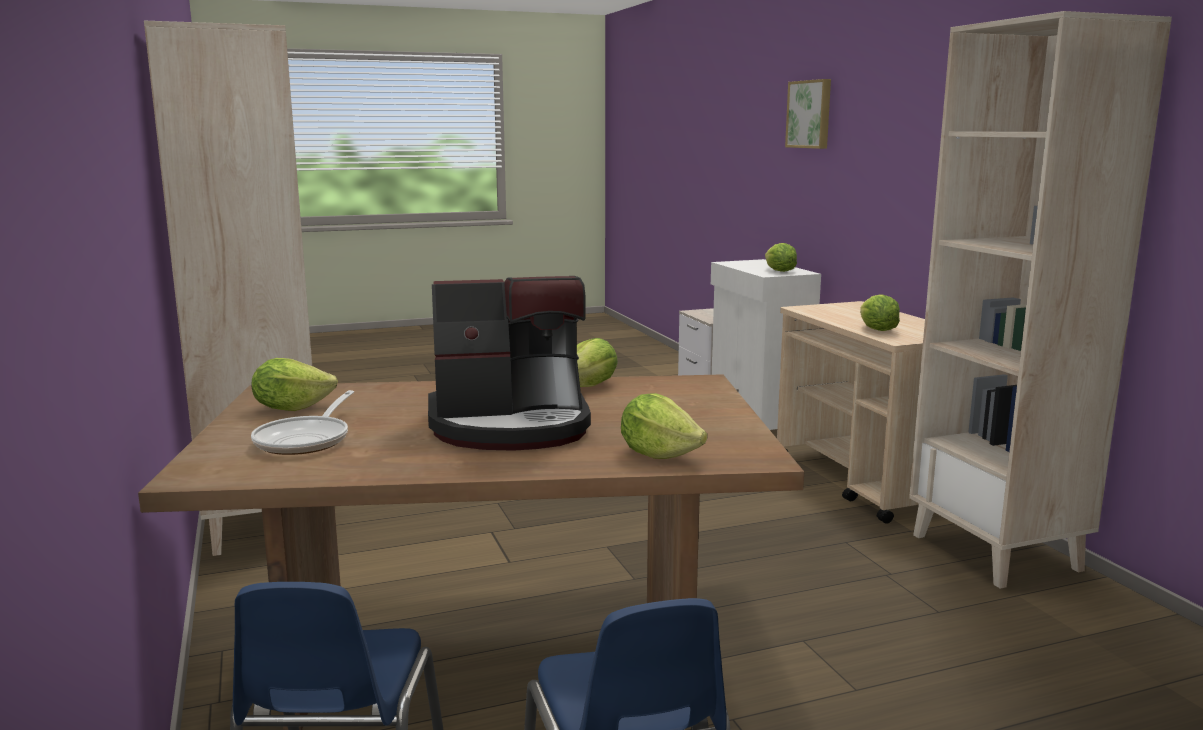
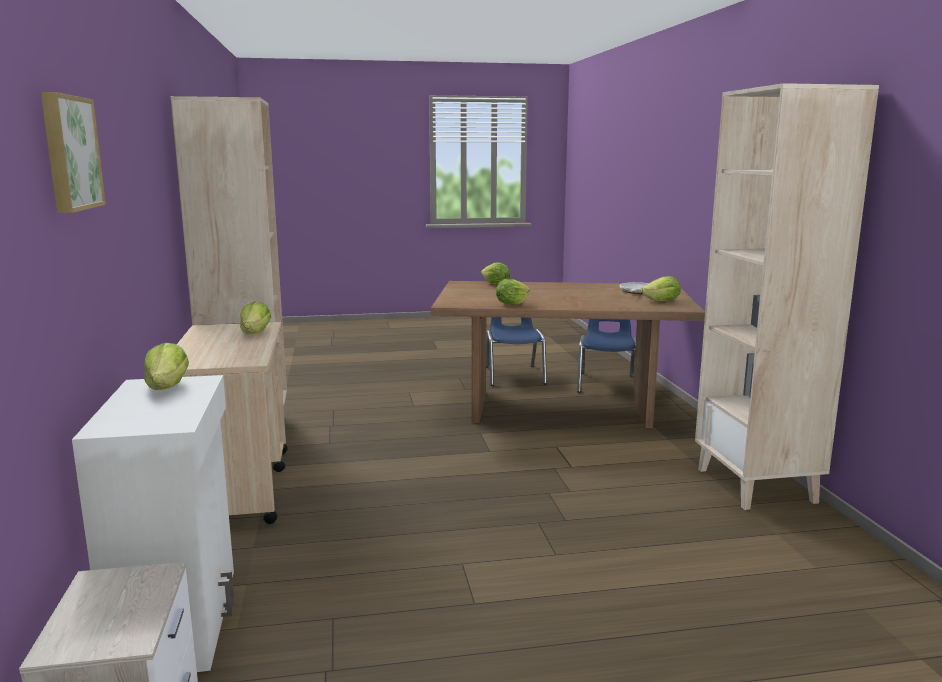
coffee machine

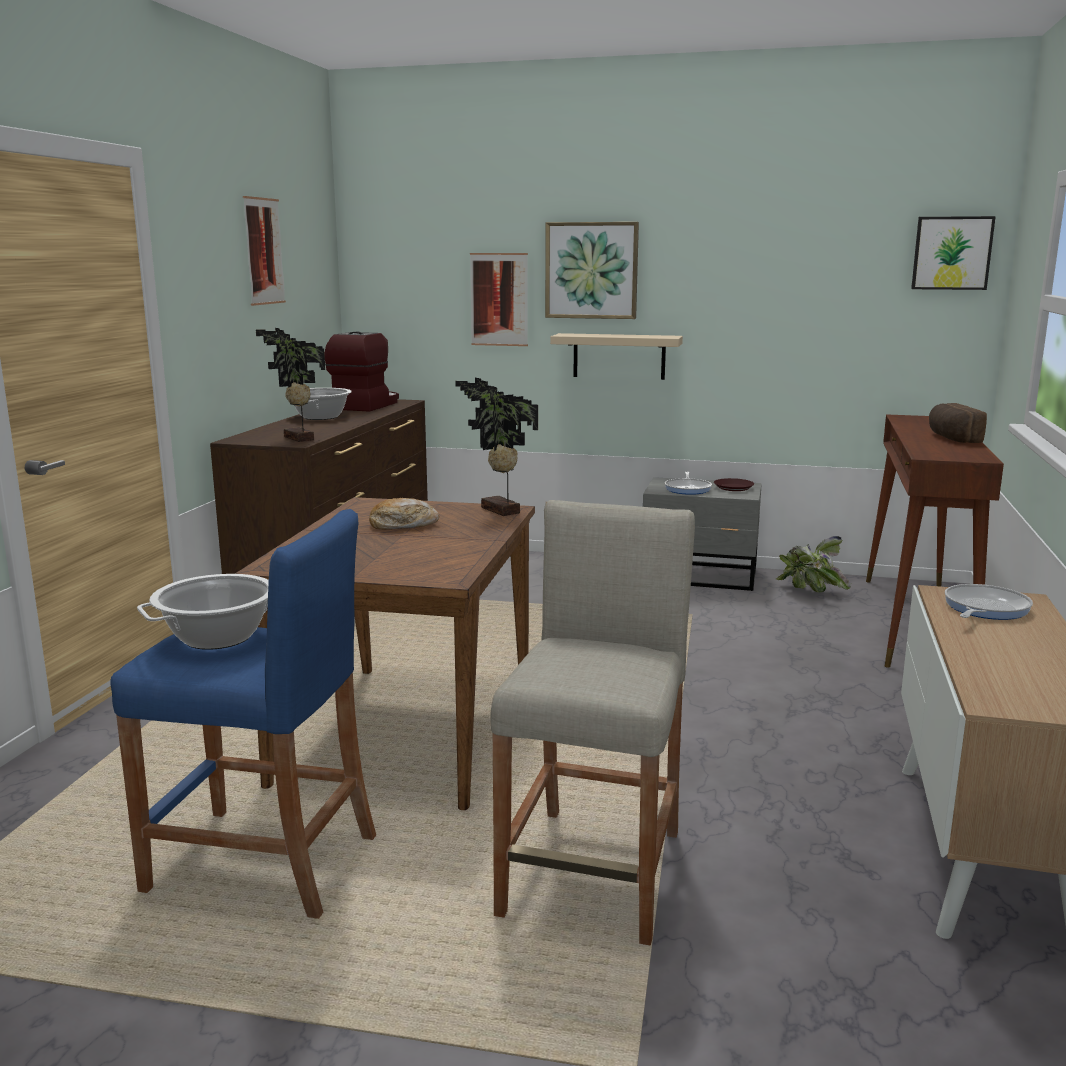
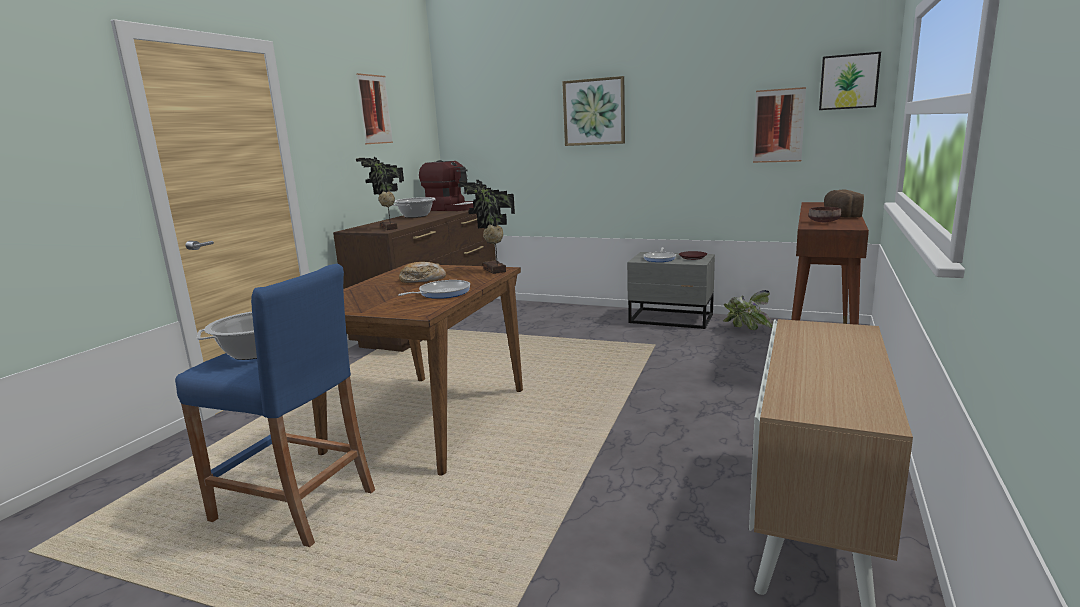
coffee machine; picture (3rd from left); stool/beige; bracket shelf/beige; skillet (1st from left); bowl/brown

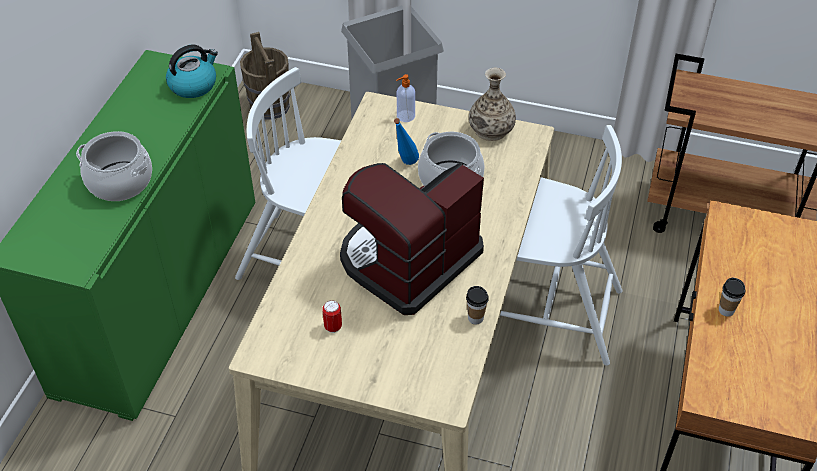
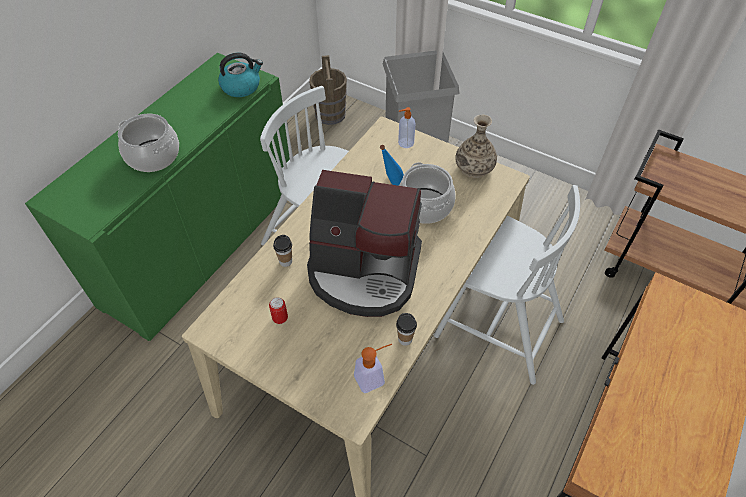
coffee machine; small cup (1st from left); soap dispenser (1st from left)

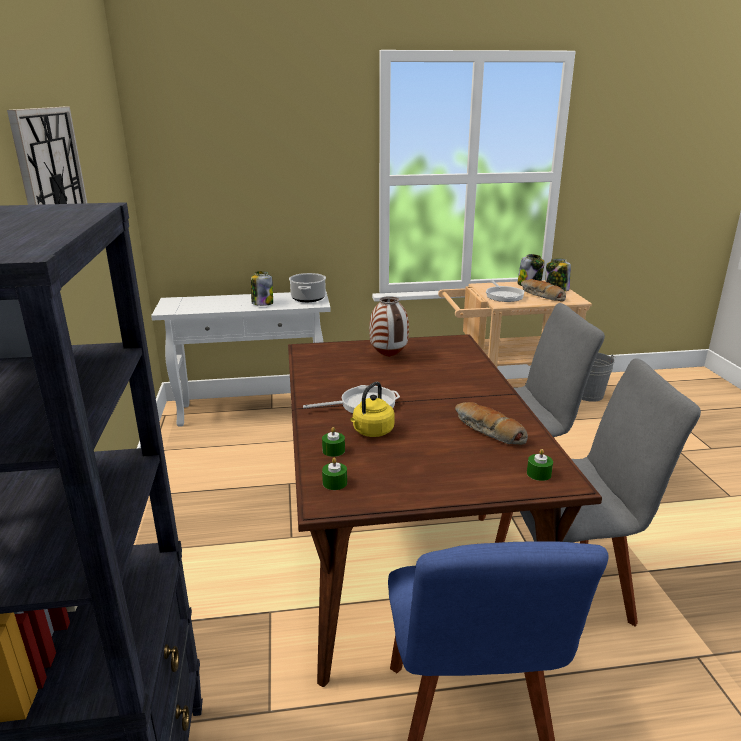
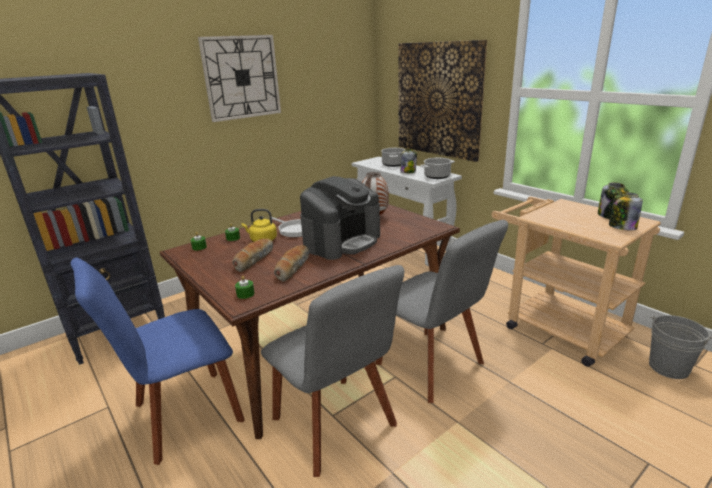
skillet (2nd from left in the first image); bread (1st from left); coffee machine; stockpot (1st from left); picture

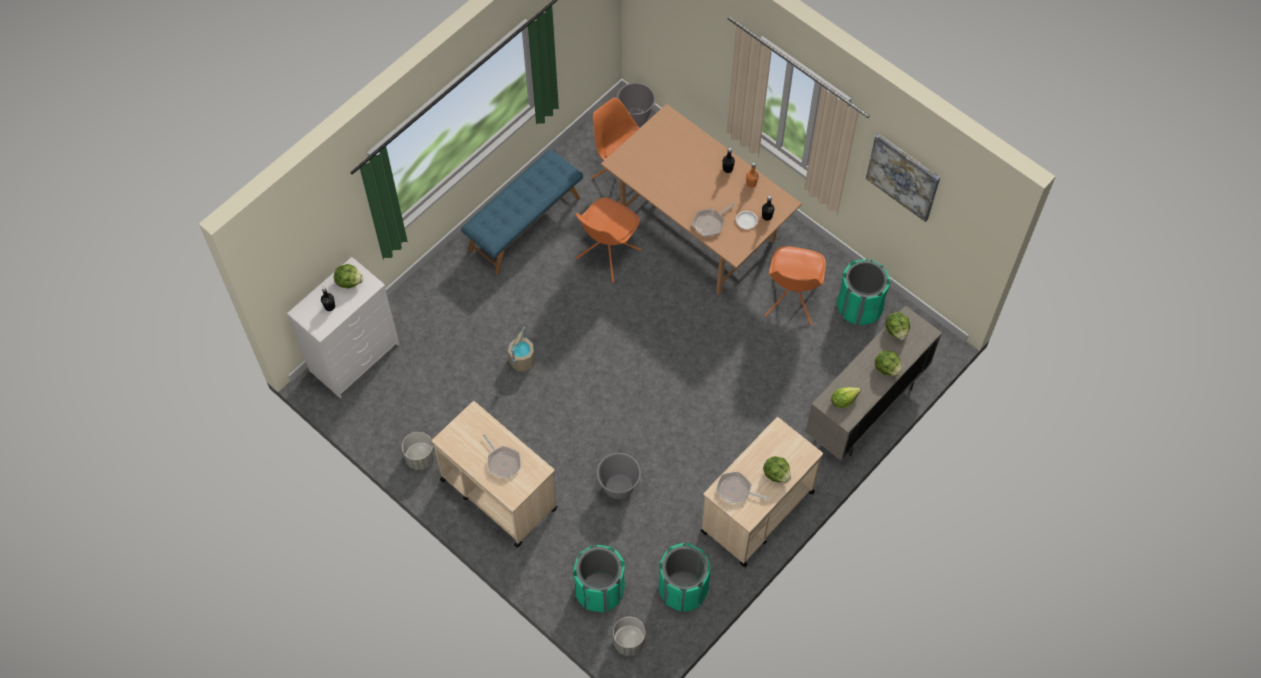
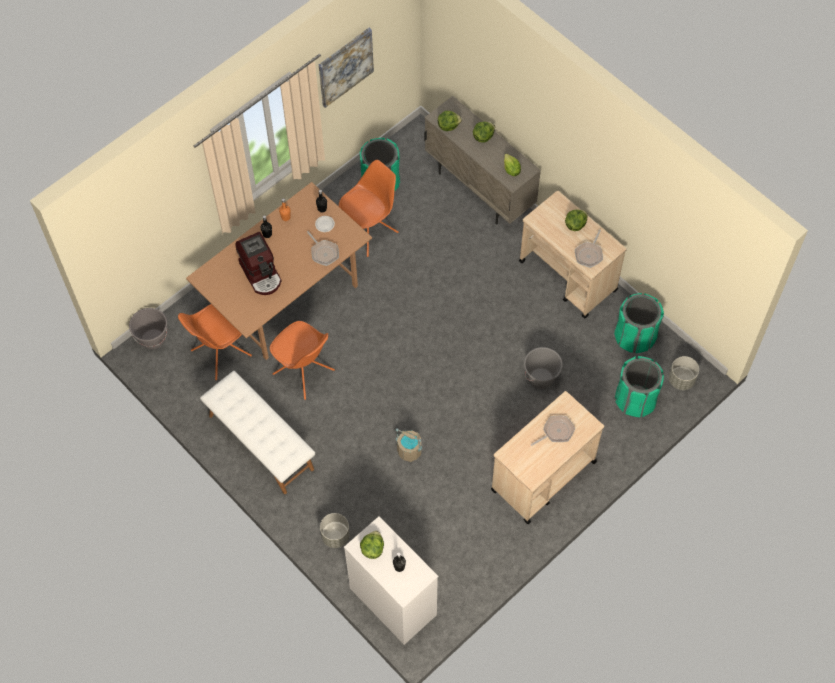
flower pot/greyish (1st from left); bench/white-coloured; plain chair/orangey (3rd from left); coffee machine

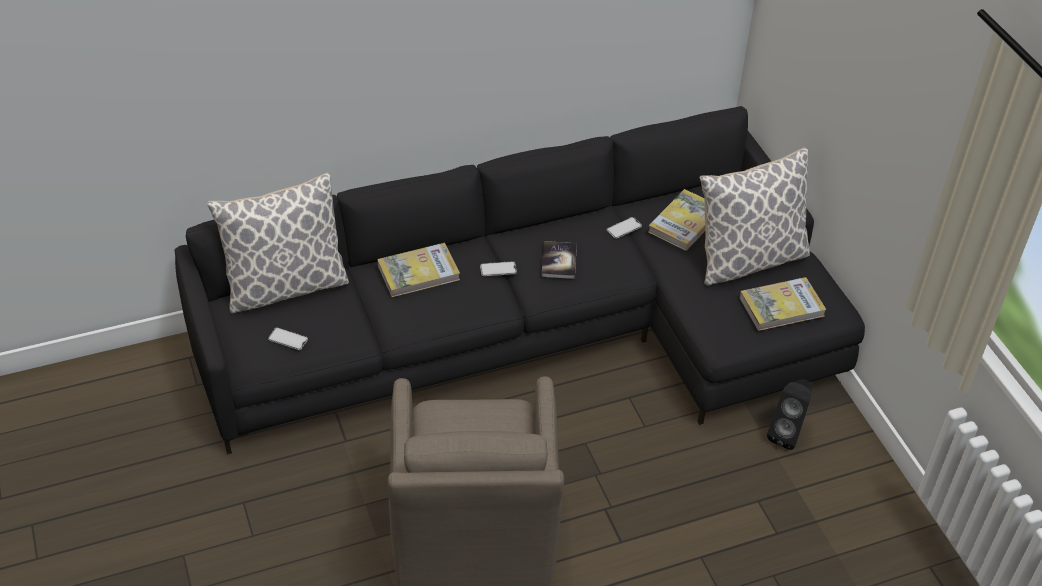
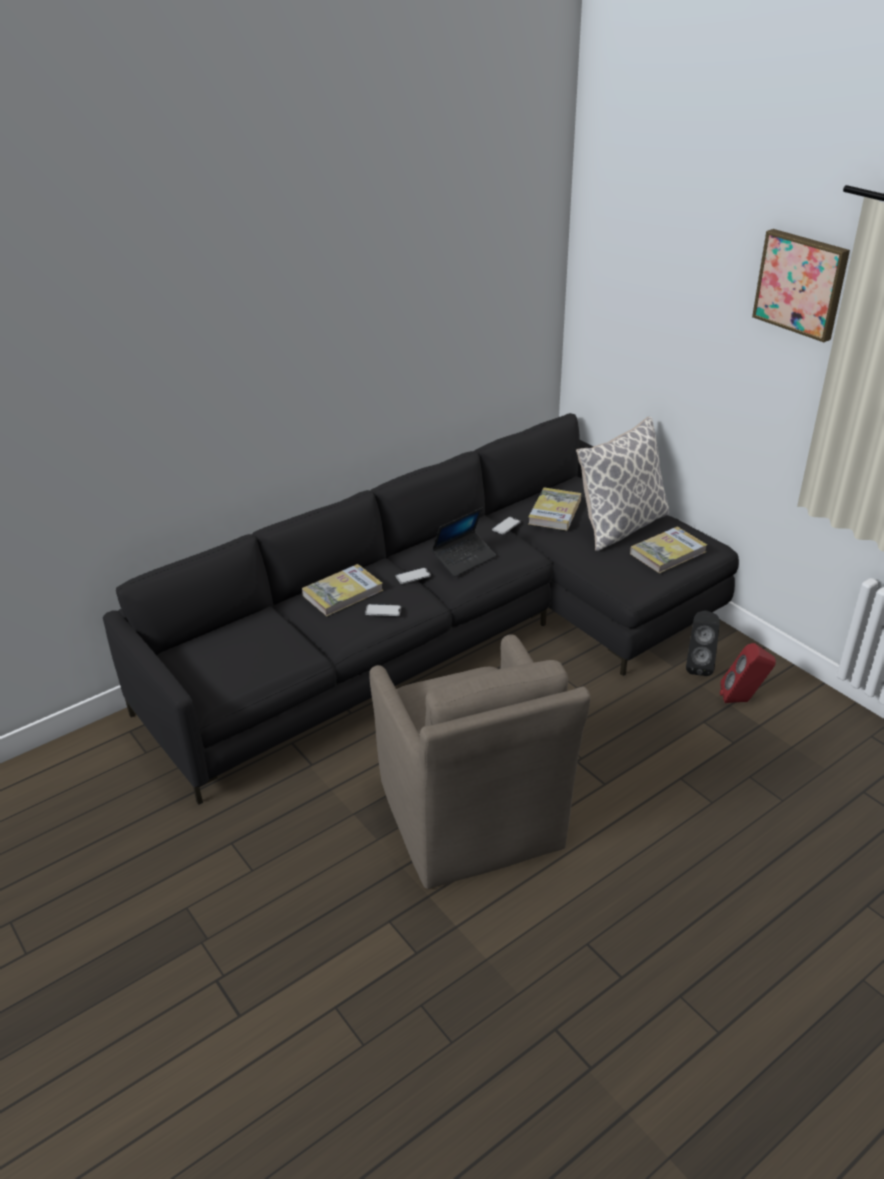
pillow (1st from left in the first image); handset (1st from left); laptop; speaker/red-coloured; picture

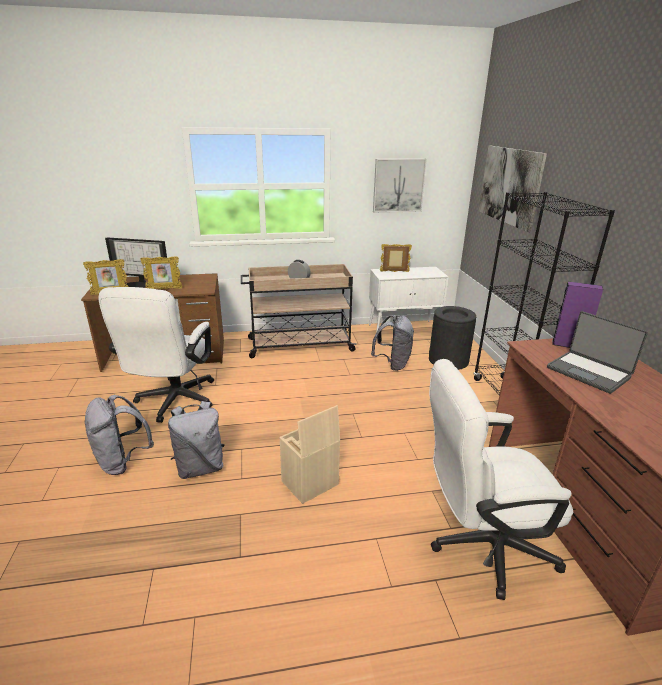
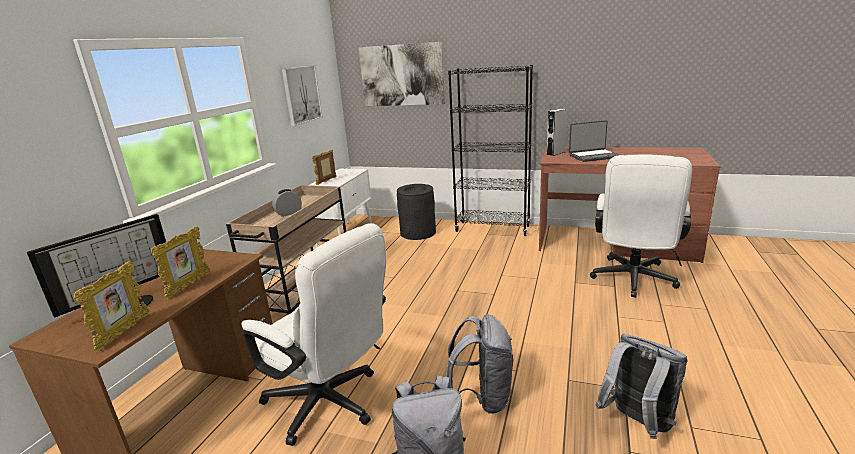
storage bin/beige; knapsack/greyish (3rd from left); speaker/greyish

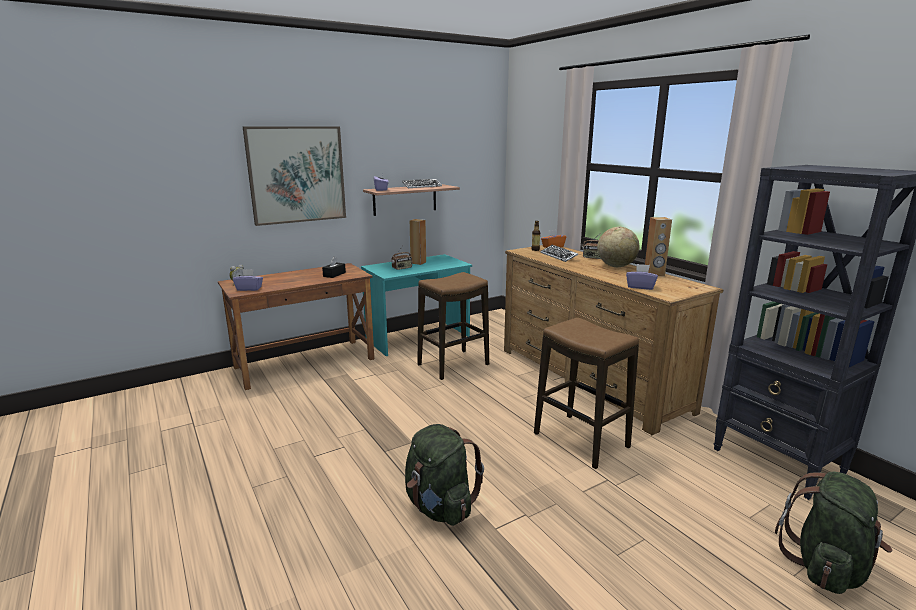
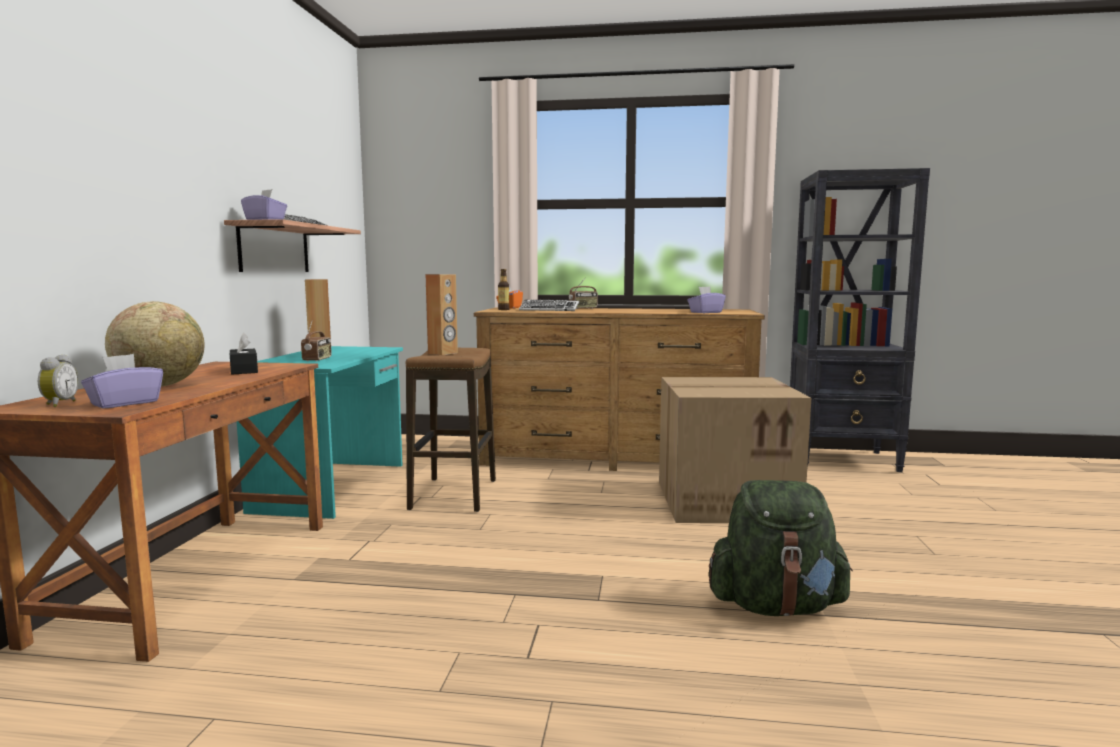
picture; packing box; globe; speaker/brown (2nd from left); knapsack/green-coloured (2nd from left in the first image)

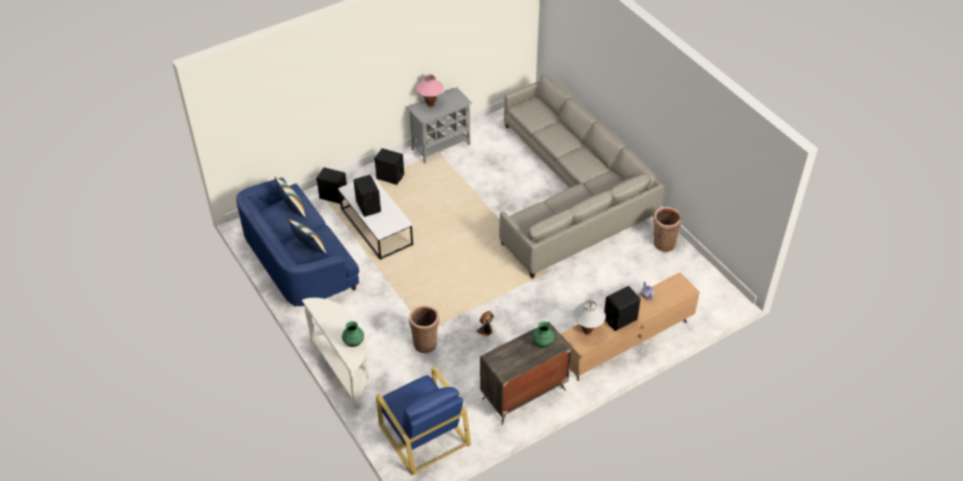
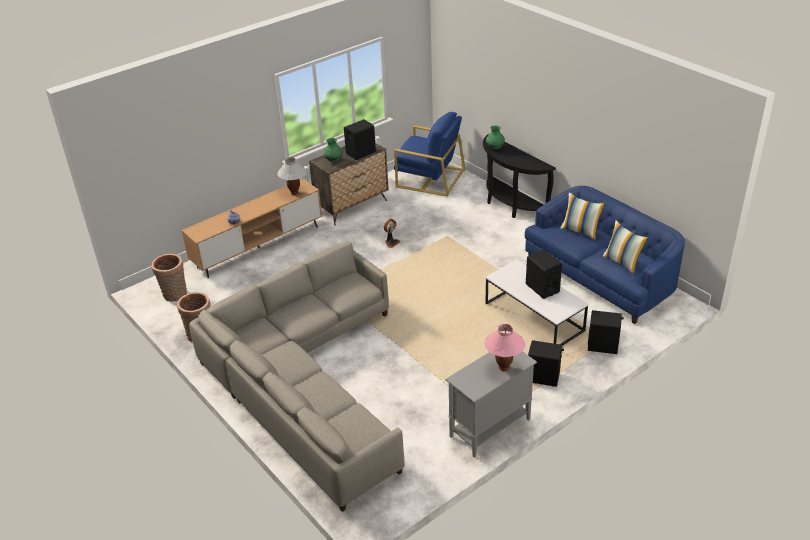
hall table/black-coloured; easy chair/bluish; basket (1st from left); speaker/black-coloured (1st from left)

